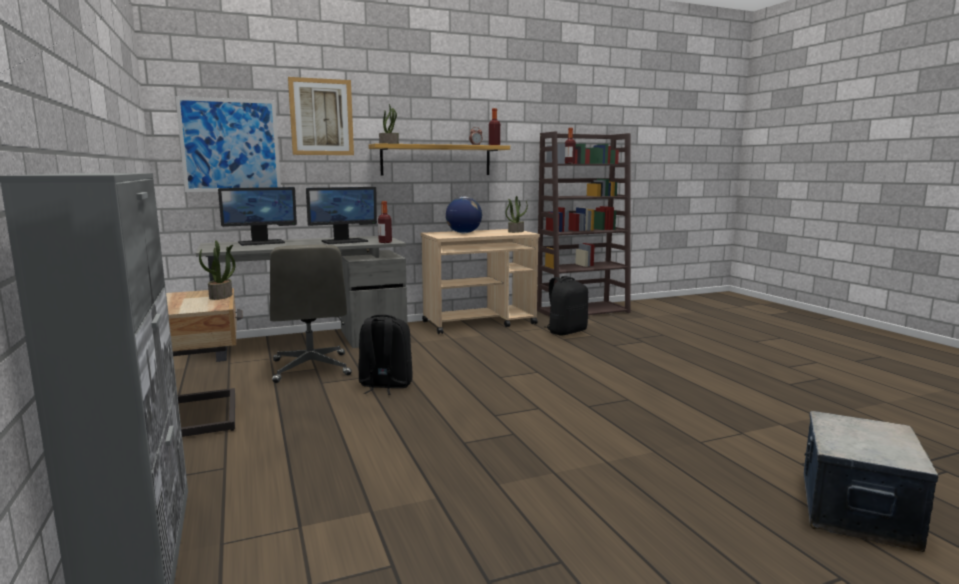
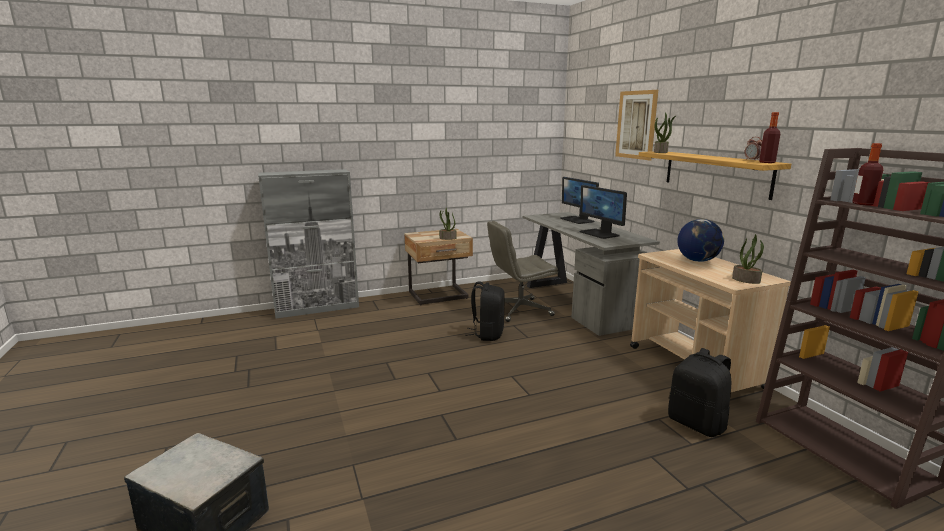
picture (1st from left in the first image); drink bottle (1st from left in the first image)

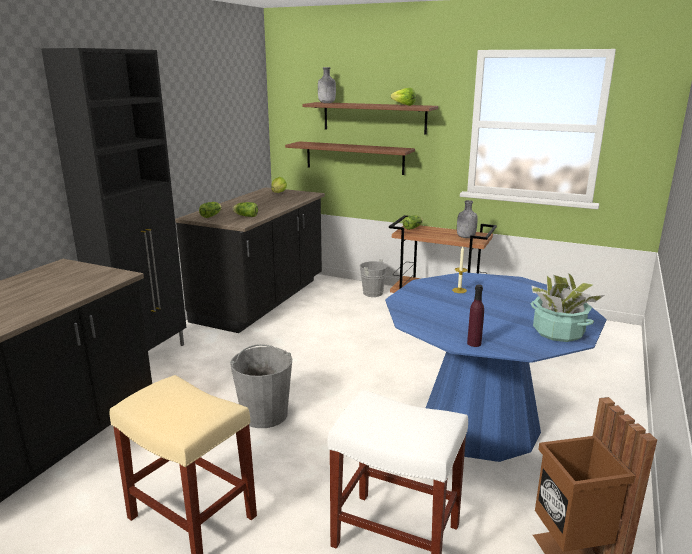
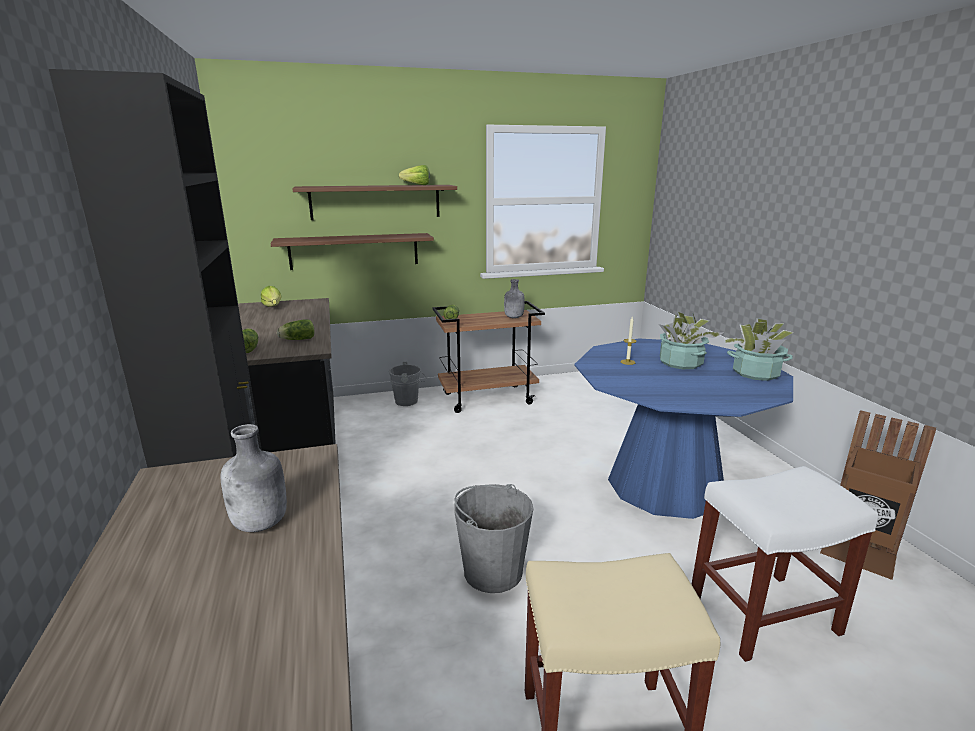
drink bottle/greyish (1st from left); drink bottle/purple; plant in a pot (1st from left)

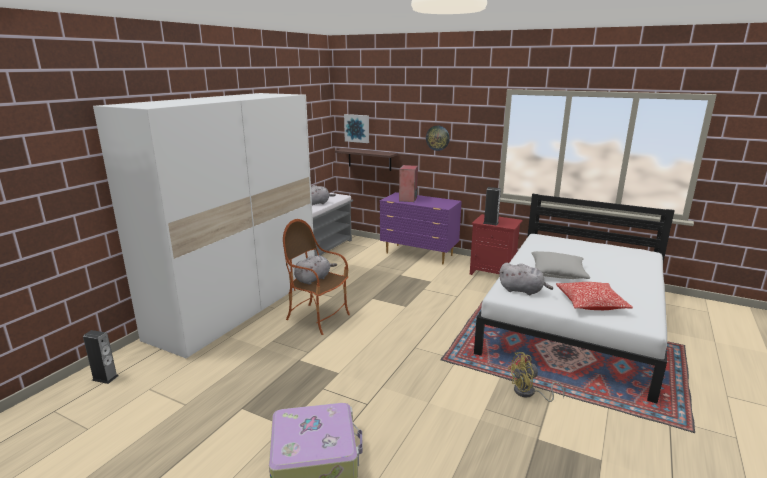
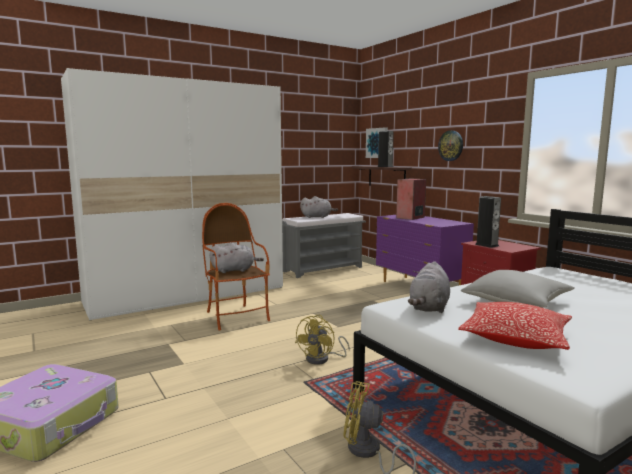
speaker (1st from left); plush toy/greyish (3rd from left); cooling fan/yellow (1st from left)

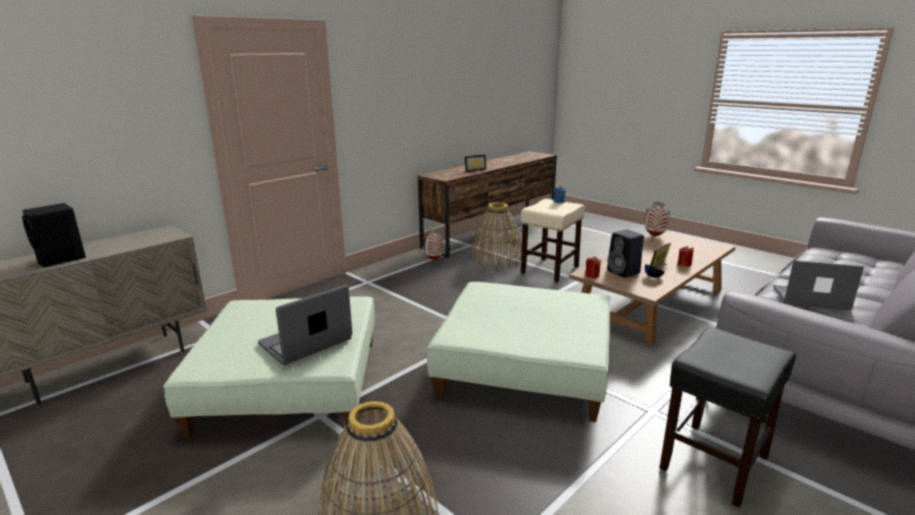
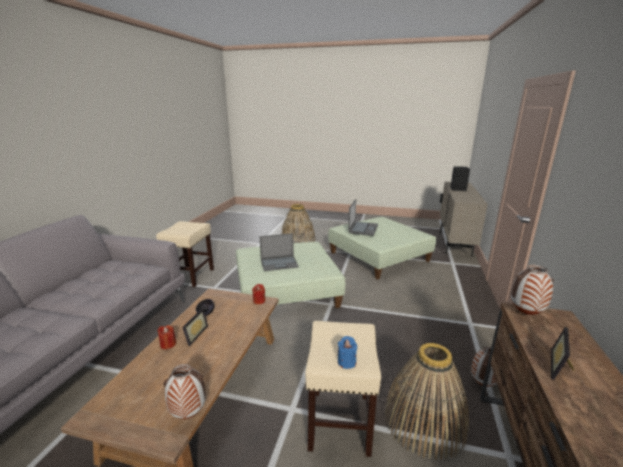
speaker/black-coloured (2nd from left in the first image); stool/beige (1st from left); laptop (1st from left); vase (3rd from left)

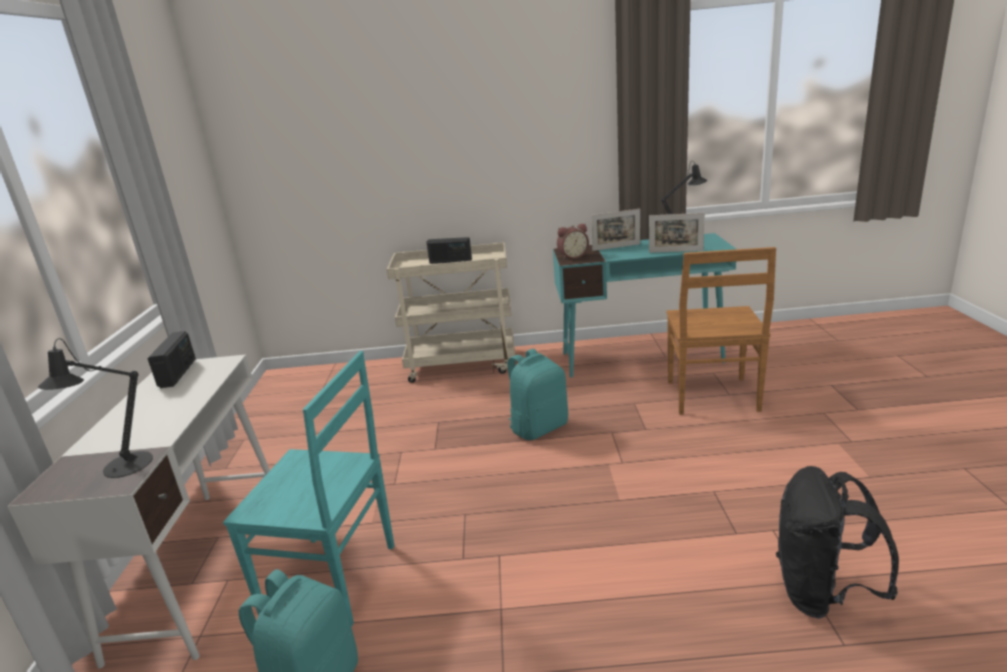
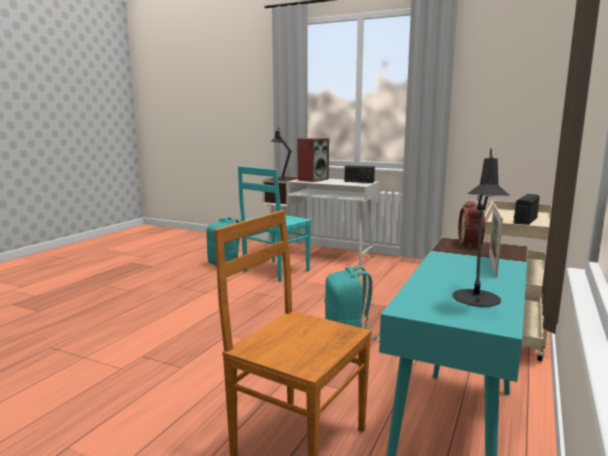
standing frame (2nd from left in the first image); knapsack/black-coloured; speaker

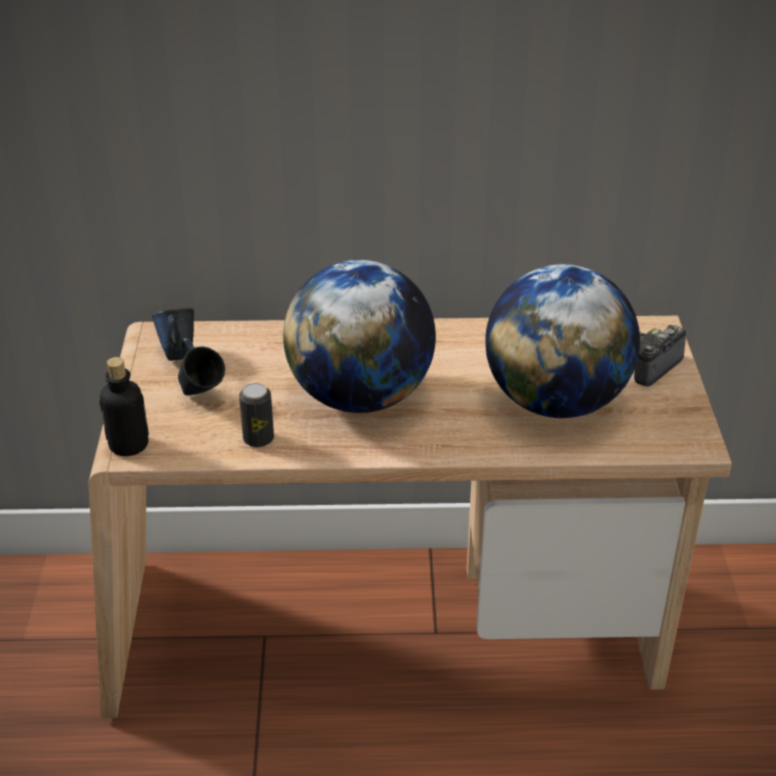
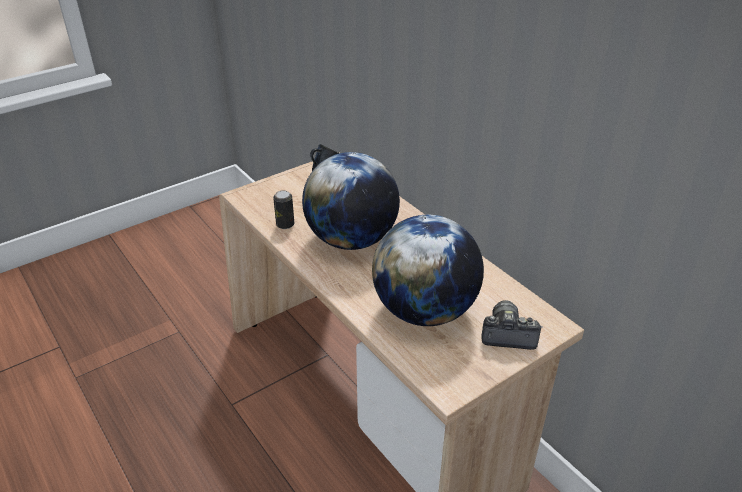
drink bottle; coffee mug/bluish (2nd from left in the first image)

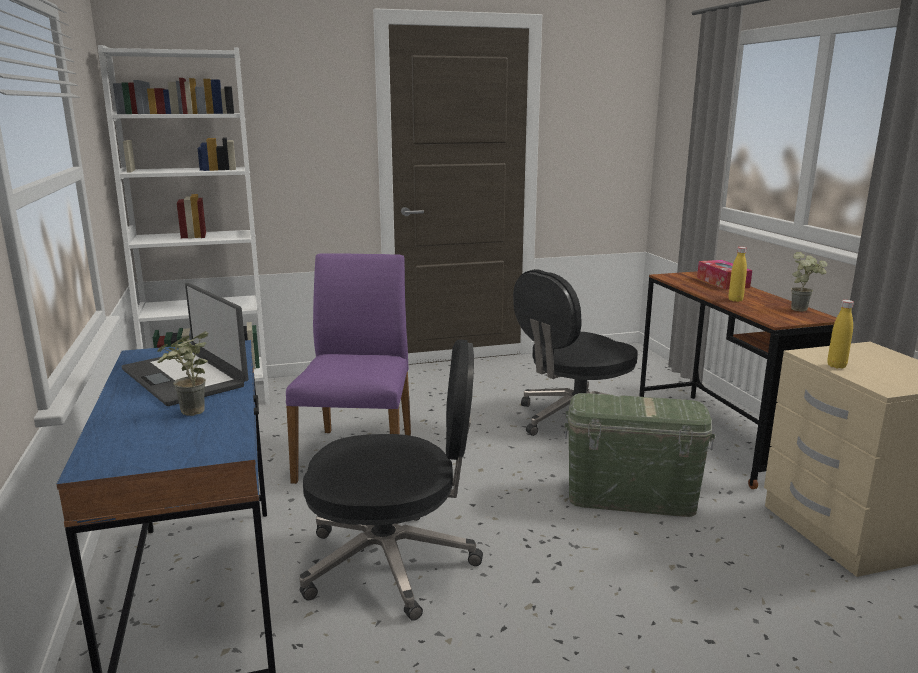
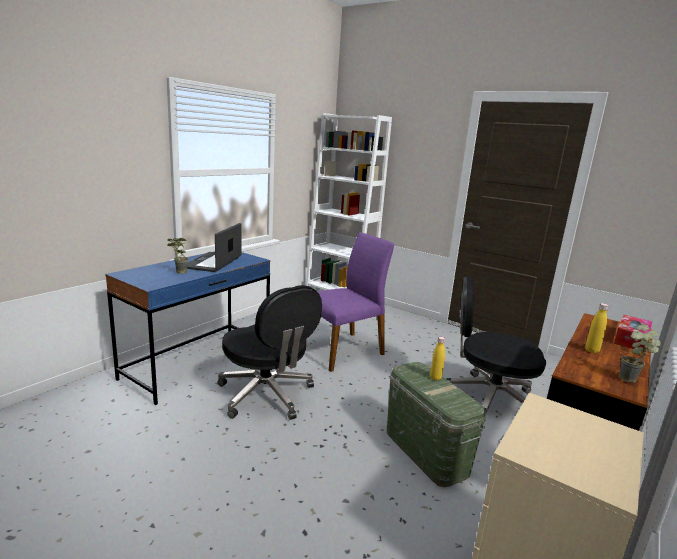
drink bottle/yellow (1st from left)

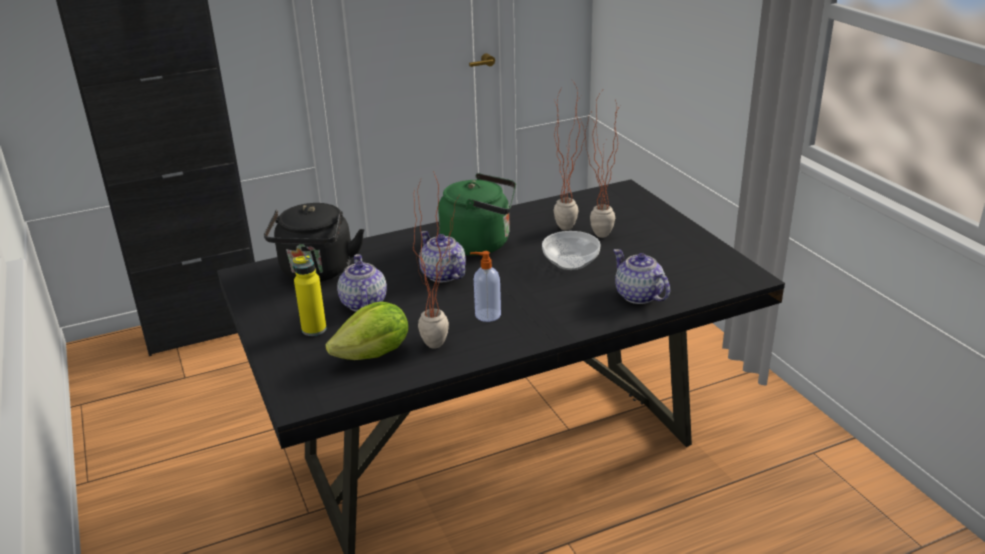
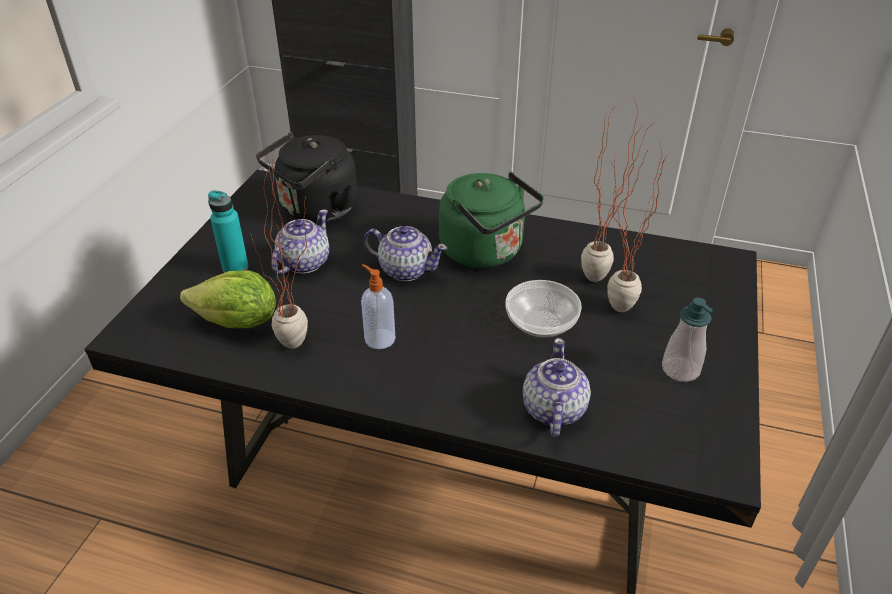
drink bottle/blue-green; pot for tea (2nd from left); soap dispenser (2nd from left)

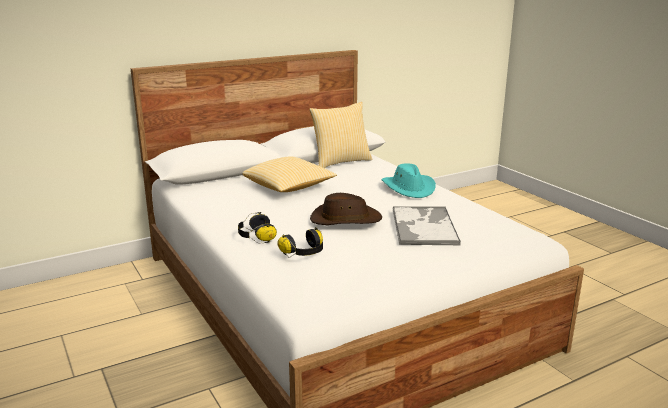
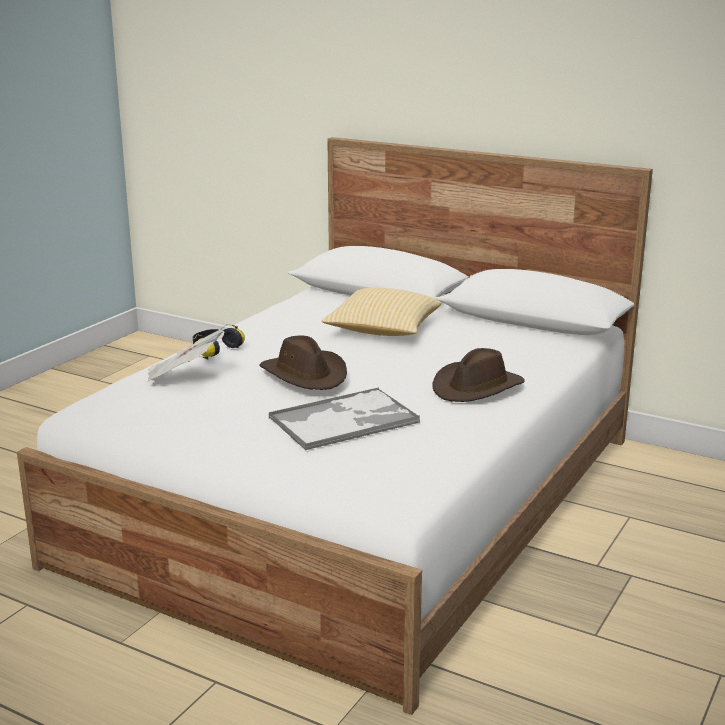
newspaper; pillow (2nd from left in the first image); clothing hat/brown (2nd from left)

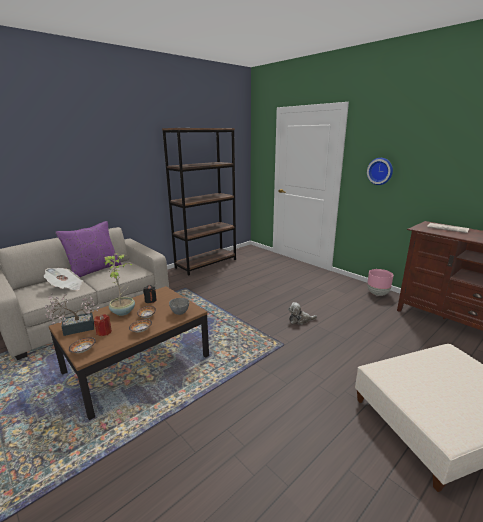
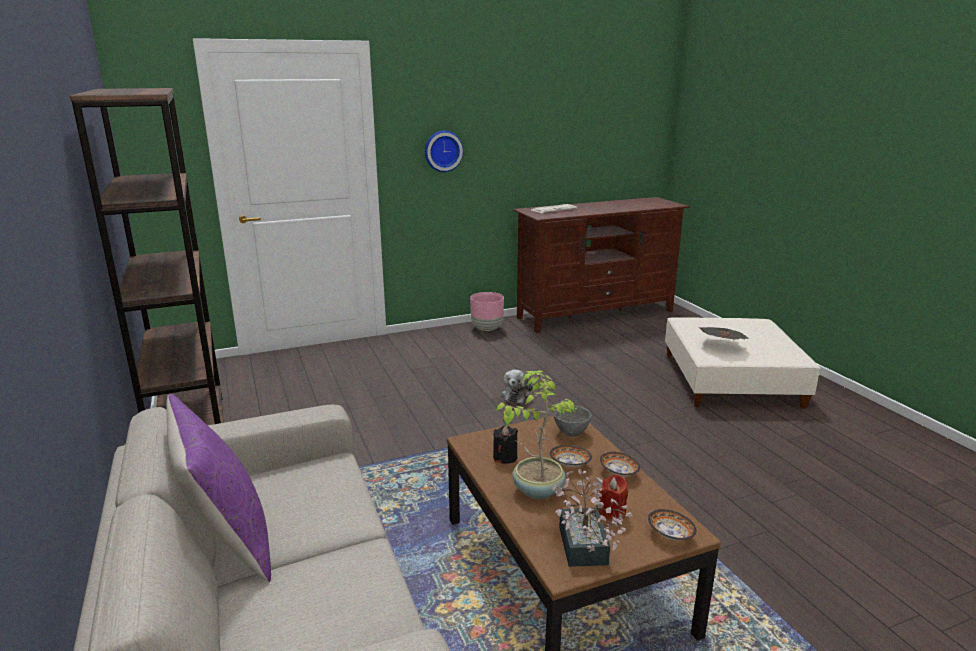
newspaper (2nd from left)

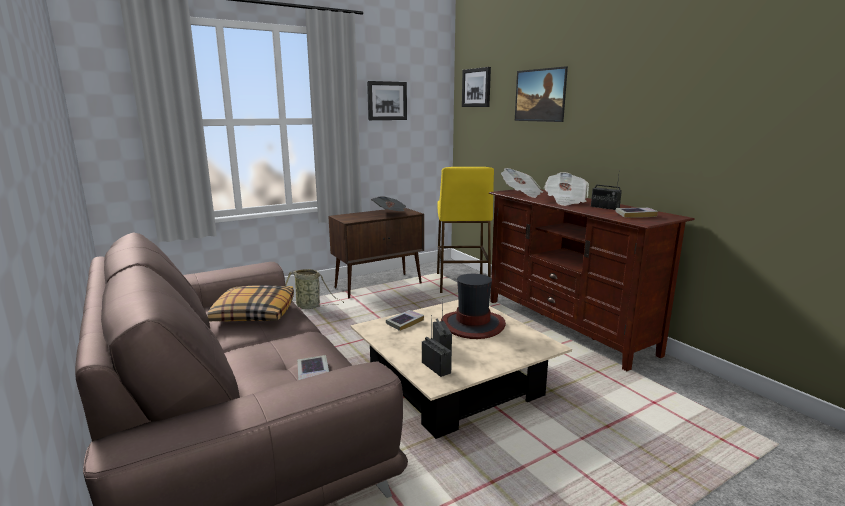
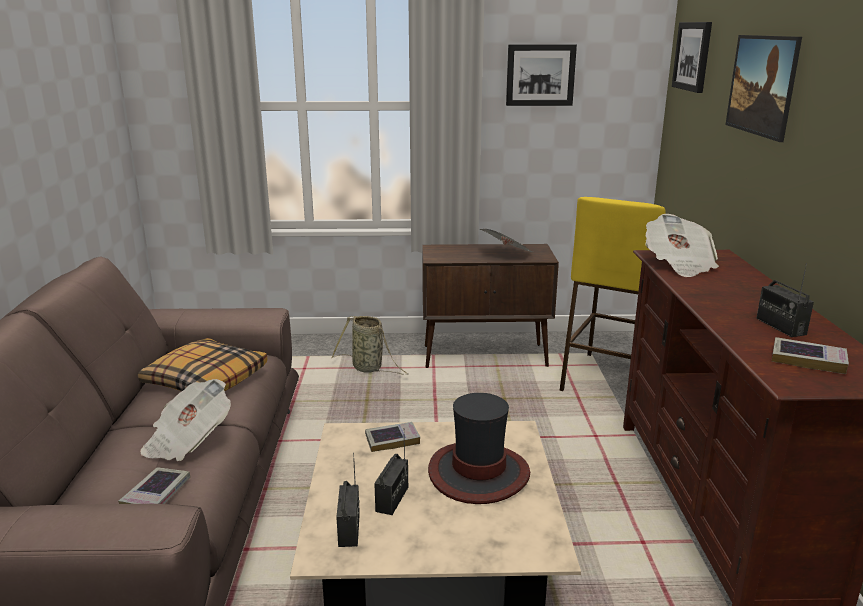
newspaper (1st from left)

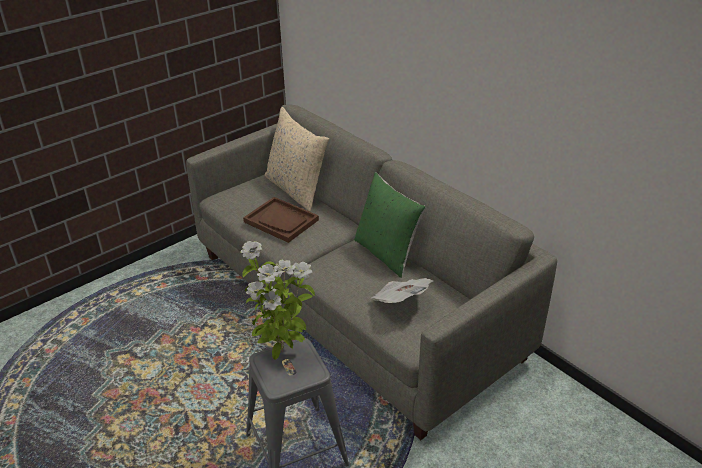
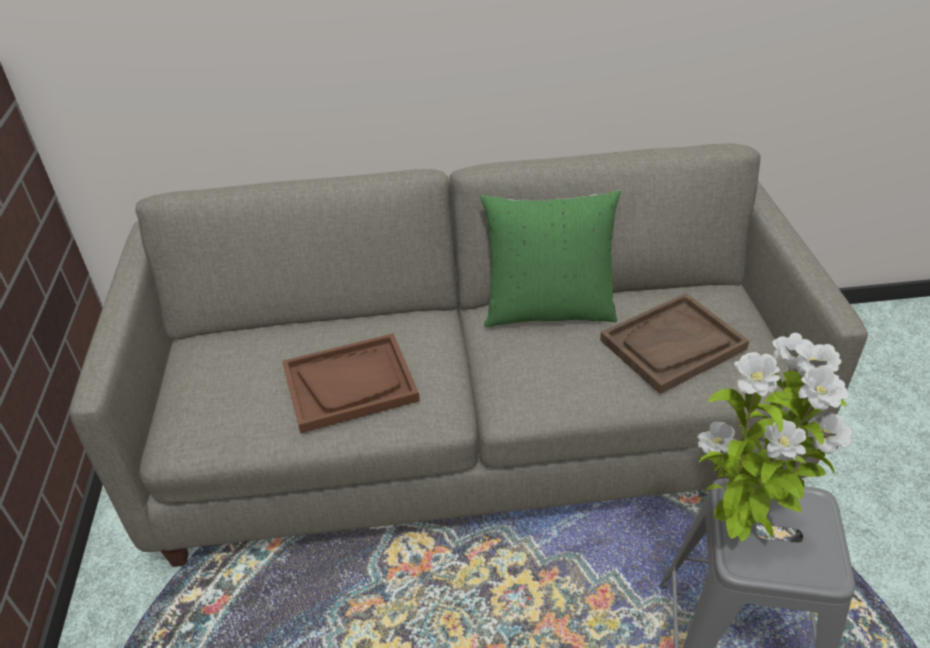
pillow/beige; serving tray/brown (2nd from left)

